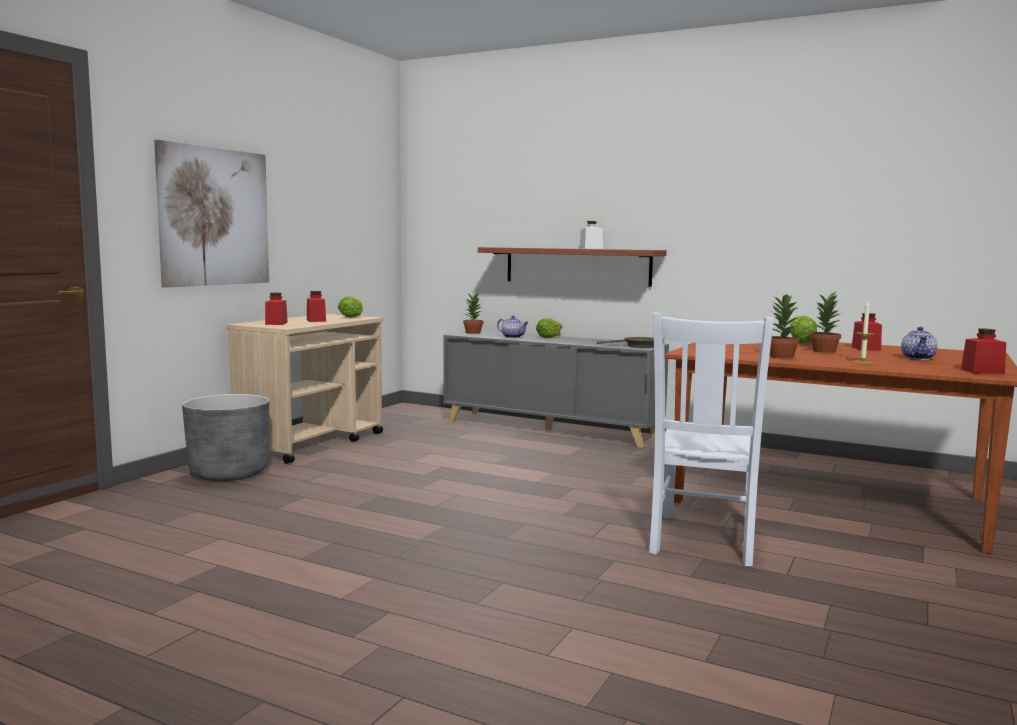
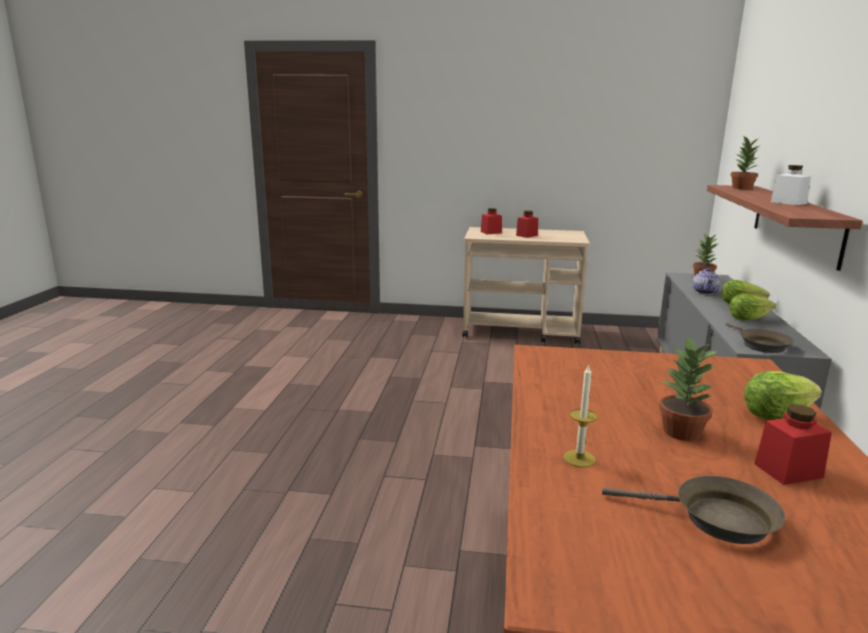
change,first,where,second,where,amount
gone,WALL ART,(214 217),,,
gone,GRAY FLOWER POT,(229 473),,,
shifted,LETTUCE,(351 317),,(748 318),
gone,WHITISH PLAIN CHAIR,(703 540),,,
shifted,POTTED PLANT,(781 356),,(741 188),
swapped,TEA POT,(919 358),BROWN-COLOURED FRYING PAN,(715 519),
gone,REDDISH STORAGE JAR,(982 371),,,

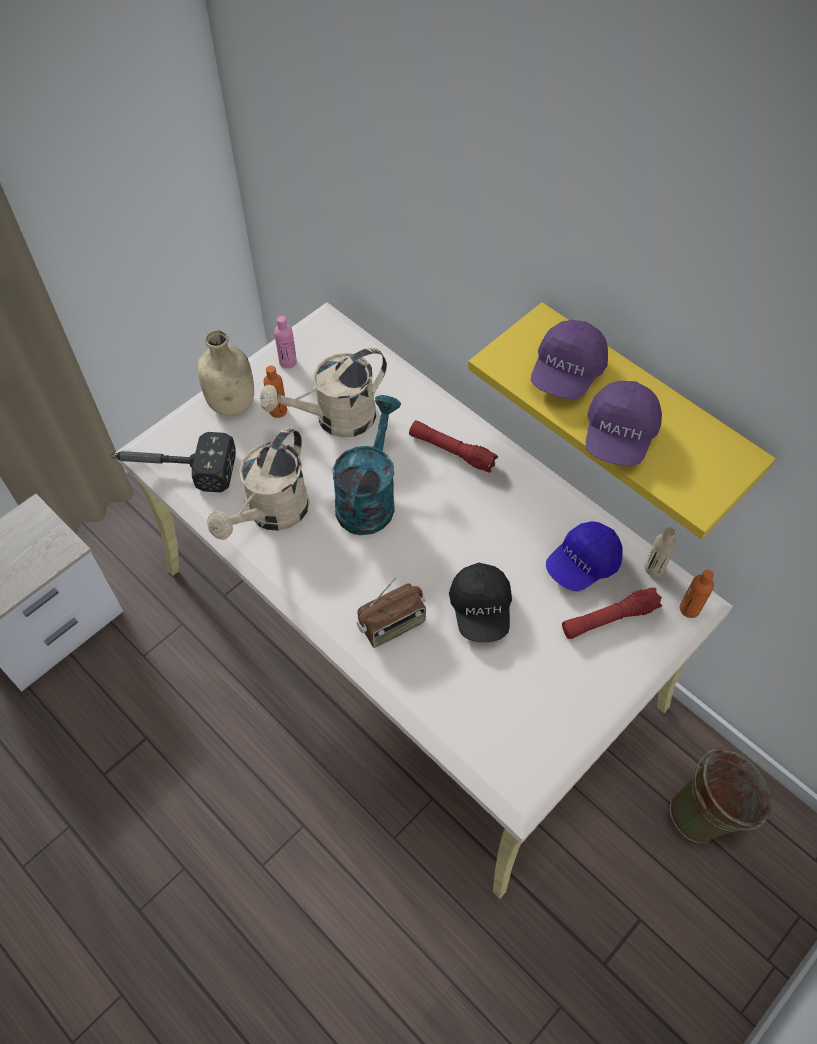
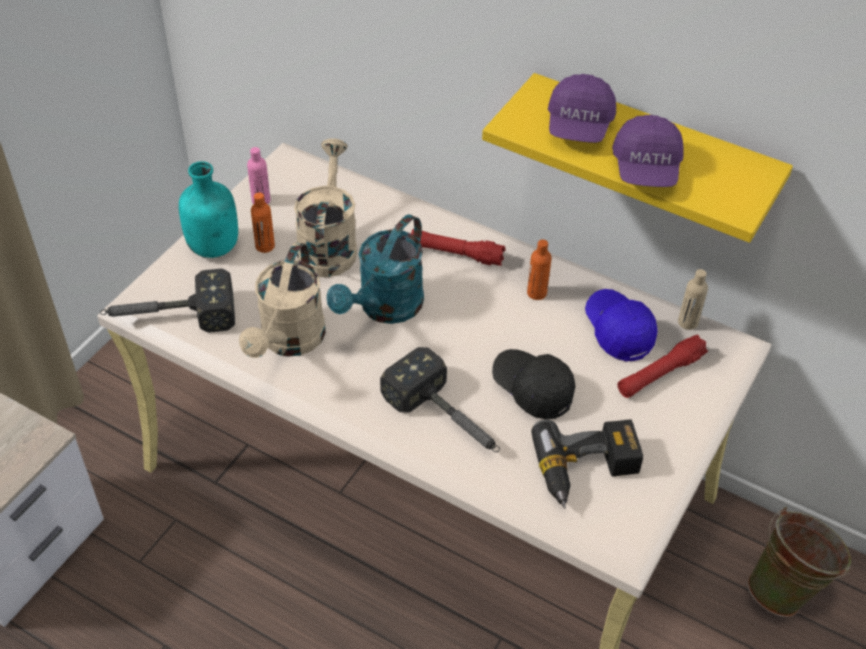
change,first,where,second,where,amount
repainted,BEIGE-COLOURED BEVERAGE BOTTLE,(233 403),TURQUOISE BEVERAGE BOTTLE,(215 247),
rotated,BEIGE-COLOURED WATERING POT,(335 420),,(328 245),135 degrees clockwise
rotated,TURQUOISE WATERING POT,(368 497),,(385 309),150 degrees counterclockwise
swapped,RADIO SET,(392 625),HAND HAMMER,(448 420),
rotated,BLACK-COLOURED BASEBALL CAP,(481 610),,(532 390),150 degrees clockwise
rotated,BLUISH BASEBALL CAP,(582 564),,(618 331),120 degrees clockwise
shifted,ORANGE-COLOURED BEVERAGE BOTTLE,(689 609),,(536 293),
new,,,POWER DRILL,(587 471),

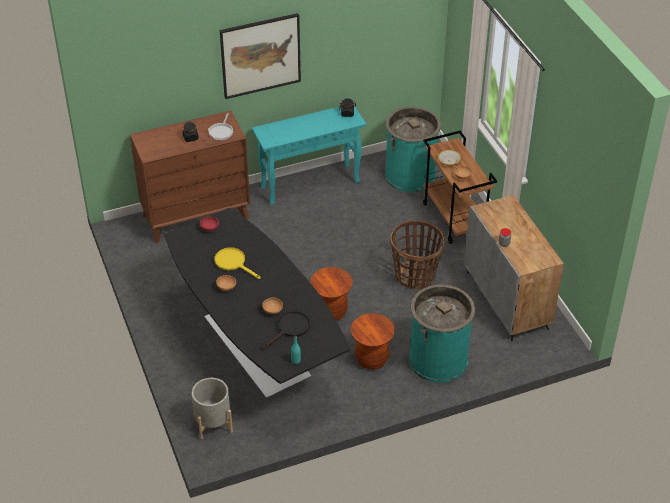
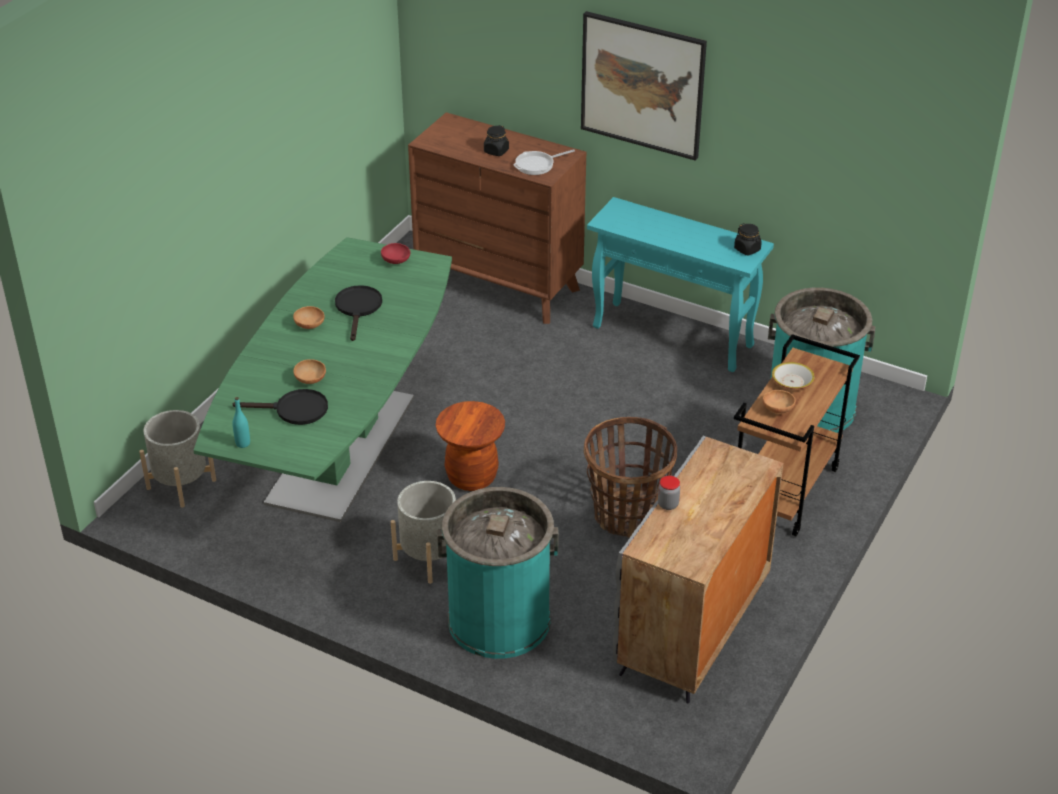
change,first,where,second,where,amount
repainted,BLACK-COLOURED DINNER TABLE,(257 347),GREEN DINNER TABLE,(341 450),
repainted,YELLOWISH FRYING PAN,(233 263),BLACK-COLOURED FRYING PAN,(358 309),
swapped,BROWN-COLOURED STOOL,(371 359),GRAY FLOWER POT,(429 557),

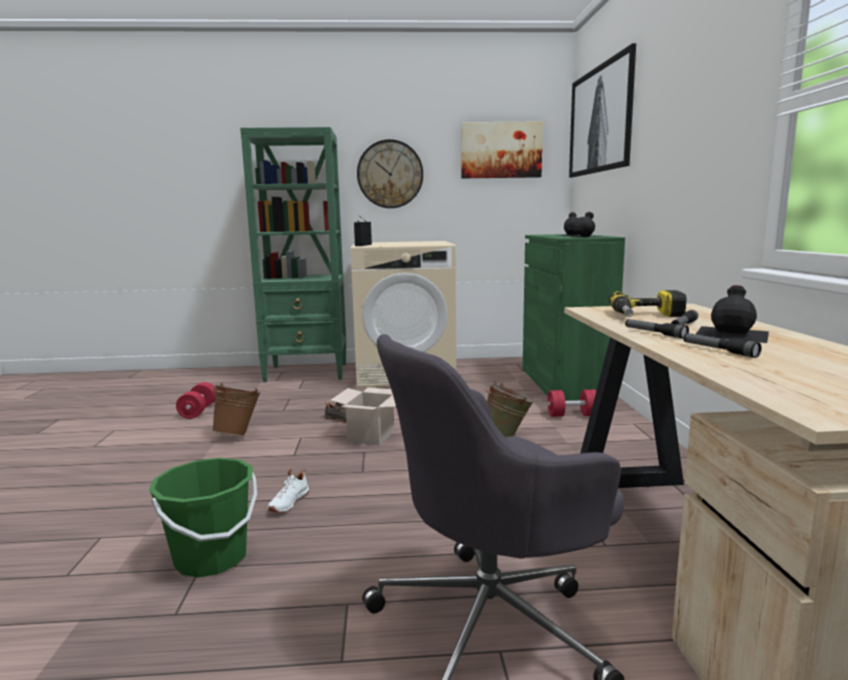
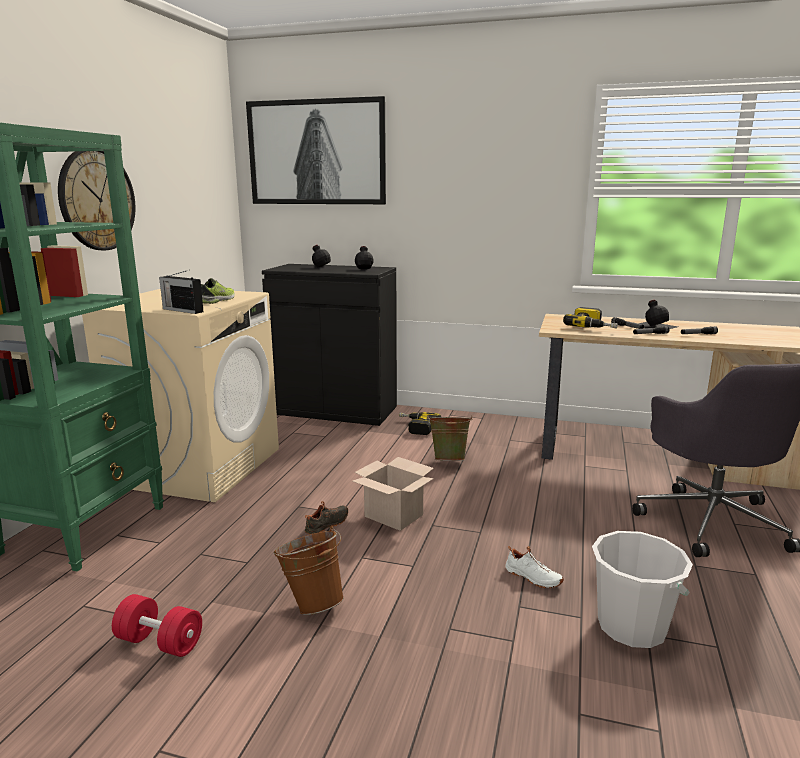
change,first,where,second,where,amount
repainted,GREEN PAIL,(211 558),WHITISH PAIL,(632 627),
gone,WALL ART,(501 150),,,
repainted,GREEN CUPBOARD,(564 383),BLACK-COLOURED CUPBOARD,(335 410),
swapped,REDDISH HAND WEIGHT,(572 415),POWER DRILL,(416 427),
new,,,ITEM OF FOOTWEAR,(217 300),

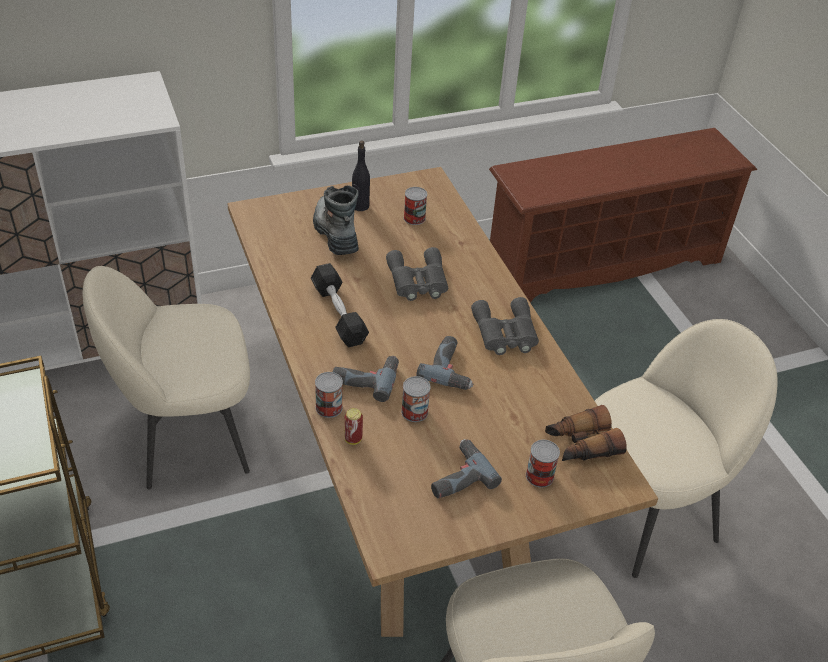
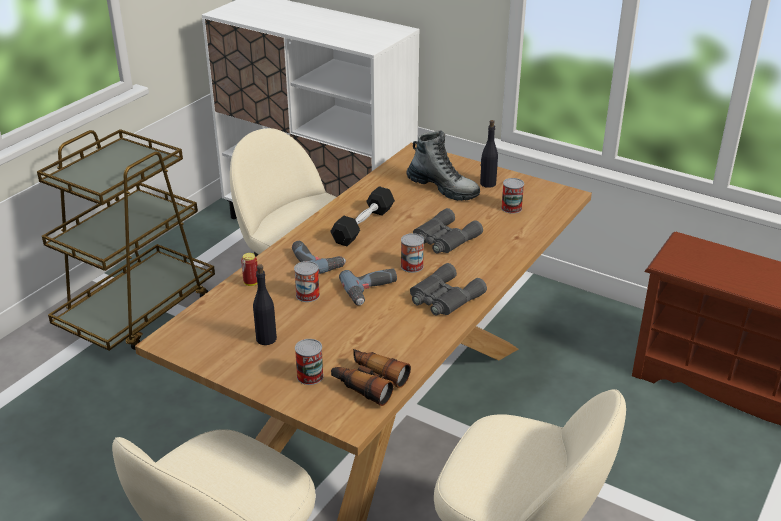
change,first,where,second,where,amount
rotated,BOOT,(335 233),,(443 188),90 degrees clockwise
shifted,CAN,(329 407),,(412 266),
swapped,POWER DRILL,(457 475),BLACK-COLOURED BEVERAGE BOTTLE,(266 339),

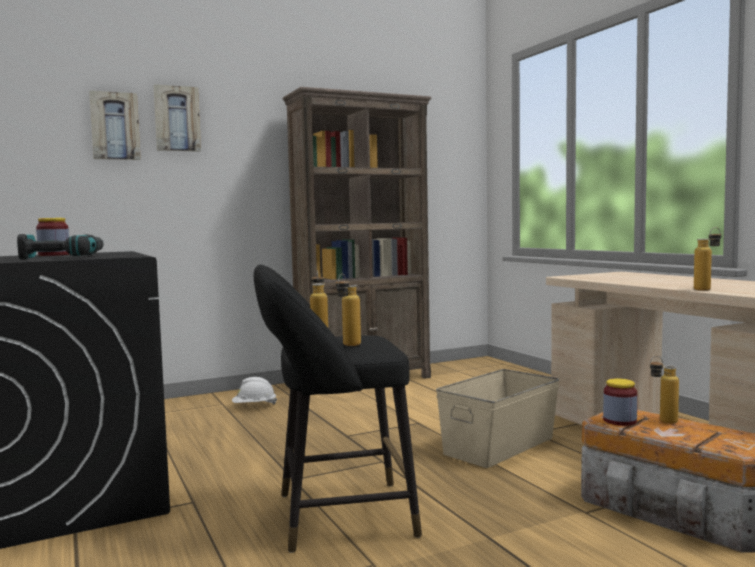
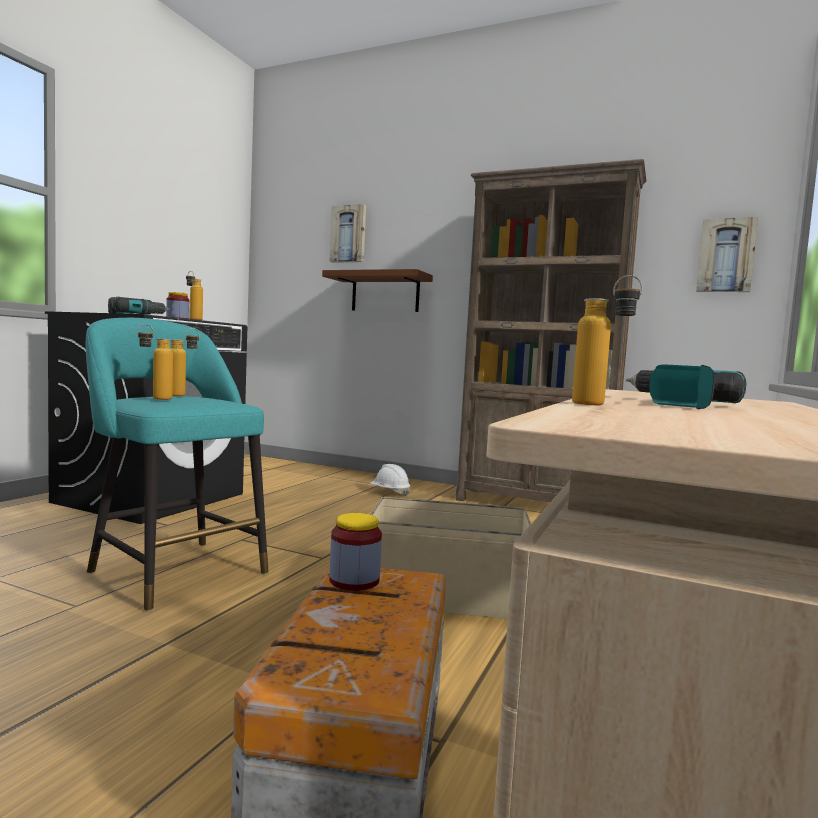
change,first,where,second,where,amount
shifted,WALL ART,(177 119),,(726 256),
repainted,BLACK-COLOURED STOOL,(336 516),TURQUOISE STOOL,(174 570),
shifted,BEVERAGE BOTTLE,(662 422),,(193 320),
new,,,BROWN-COLOURED BRACKET SHELF,(385 293),
new,,,POWER DRILL,(676 404),

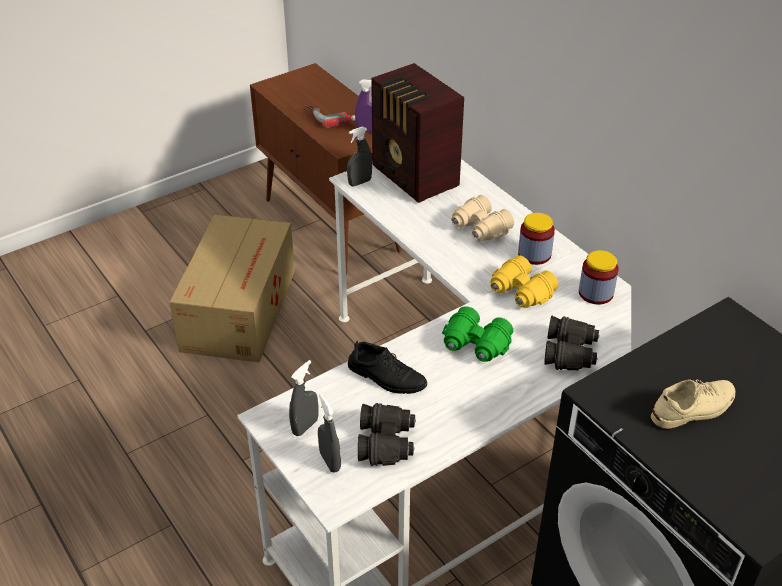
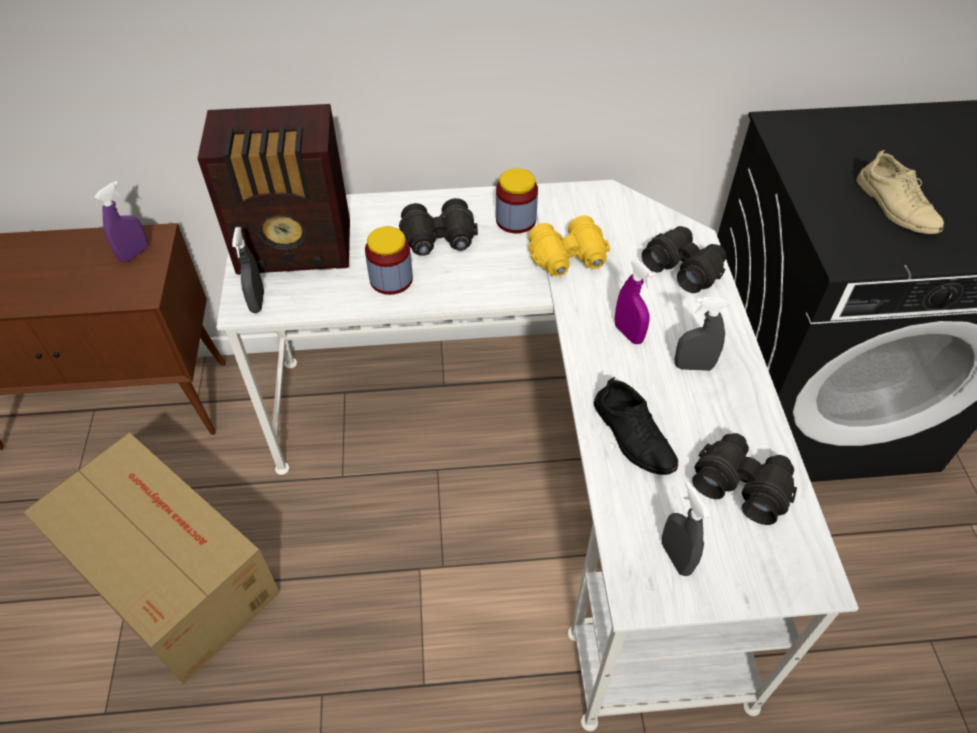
change,first,where,second,where,amount
gone,POWER DRILL,(332 116),,,
shifted,GRAY SPRAYER,(330 461),,(693 366),
rotated,BLACK-COLOURED ITEM OF FOOTWEAR,(386 377),,(633 435),90 degrees clockwise
swapped,GREEN FIELD GLASSES,(475 345),PURPLE SPRAYER,(628 333),
repainted,BEIGE-COLOURED FIELD GLASSES,(480 229),BLACK-COLOURED FIELD GLASSES,(439 240),
shifted,STORAGE JAR,(595 293),,(391 279),
rotated,BEIGE-COLOURED ITEM OF FOOTWEAR,(693 408),,(896 206),150 degrees clockwise

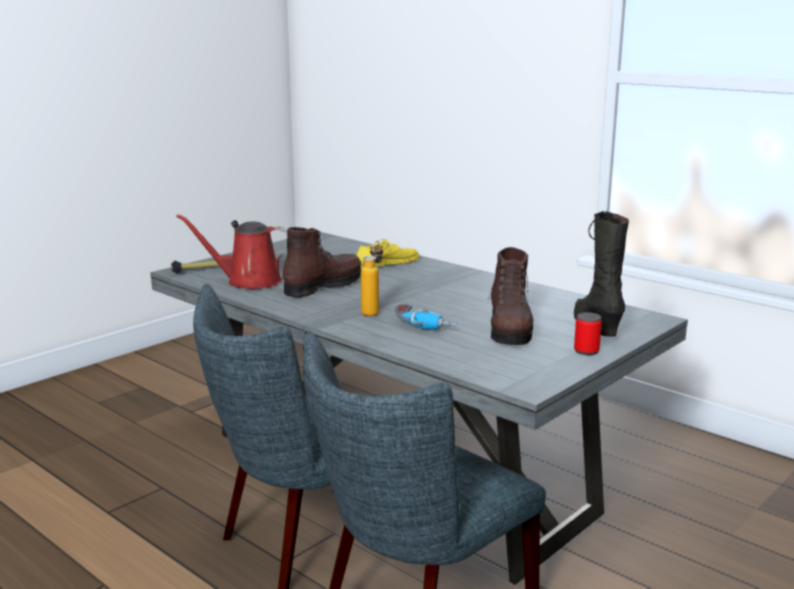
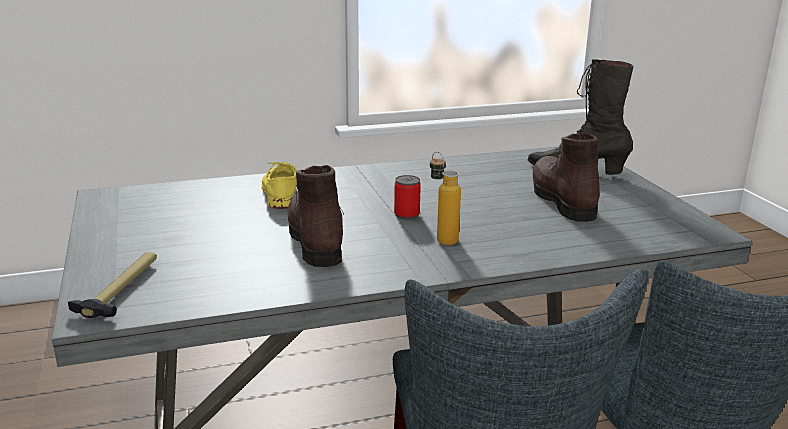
change,first,where,second,where,amount
gone,REDDISH WATERING POT,(248 281),,,
gone,POWER DRILL,(424 326),,,
rotated,BROWN-COLOURED BOOT,(510 331),,(561 200),135 degrees counterclockwise
shifted,CAN,(586 351),,(406 215),

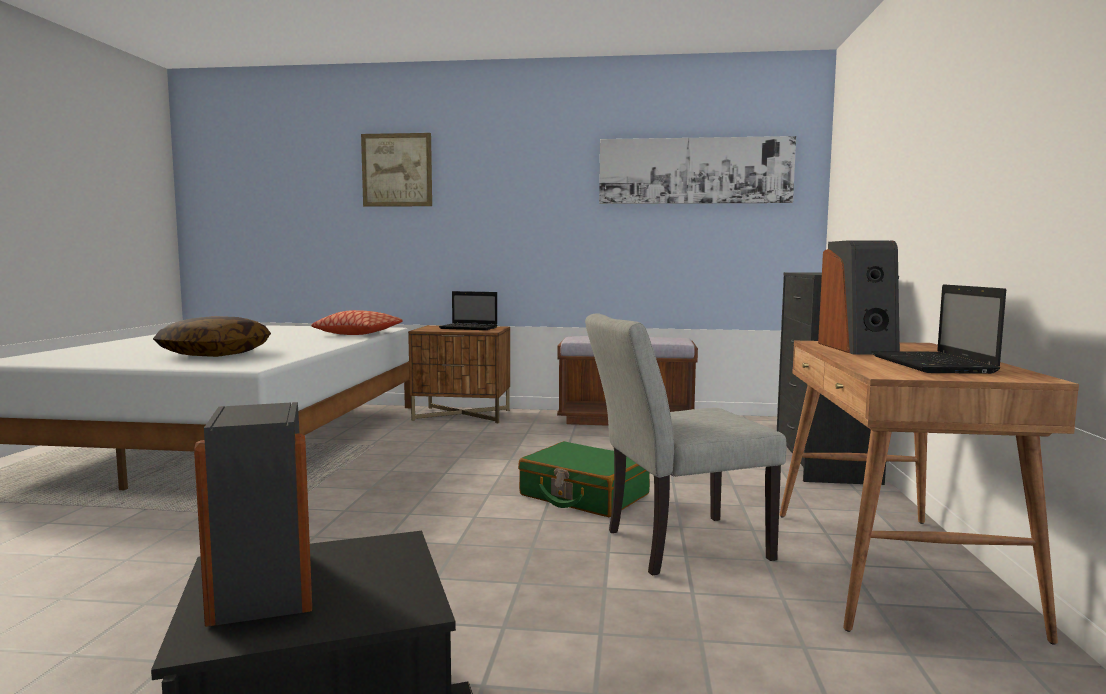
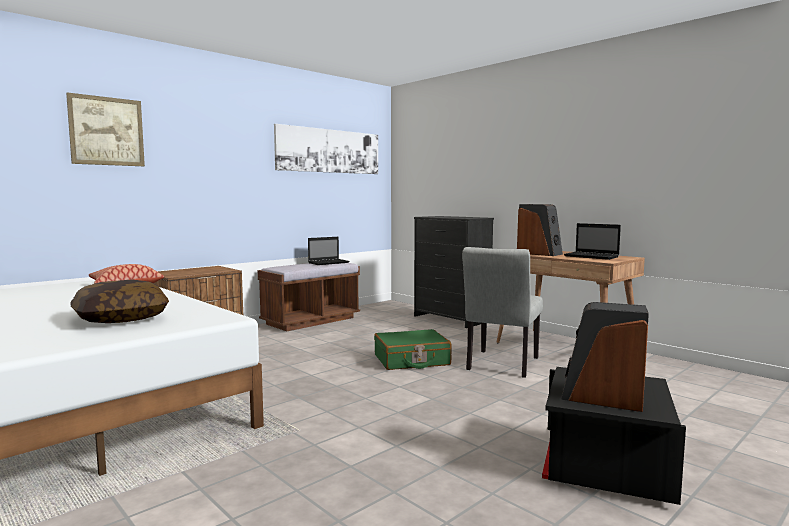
change,first,where,second,where,amount
shifted,NOTEBOOK COMPUTER,(470 328),,(329 262),

